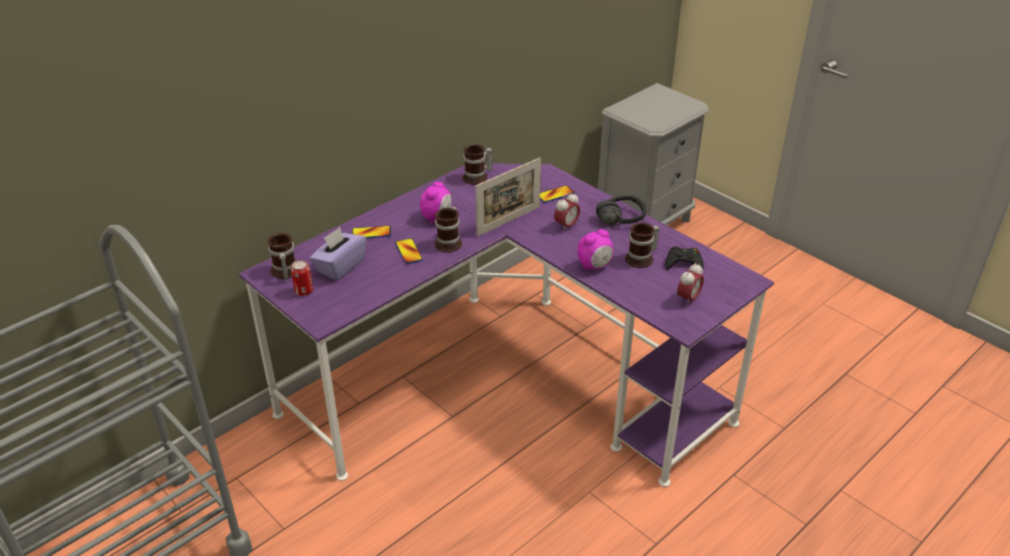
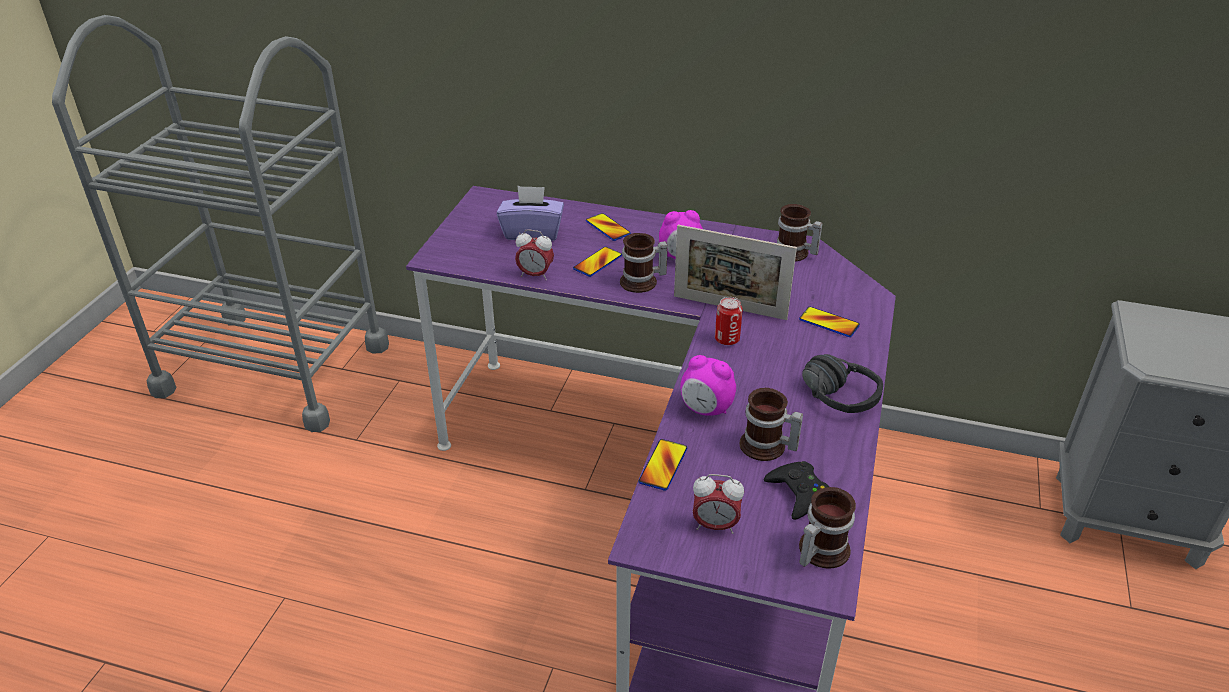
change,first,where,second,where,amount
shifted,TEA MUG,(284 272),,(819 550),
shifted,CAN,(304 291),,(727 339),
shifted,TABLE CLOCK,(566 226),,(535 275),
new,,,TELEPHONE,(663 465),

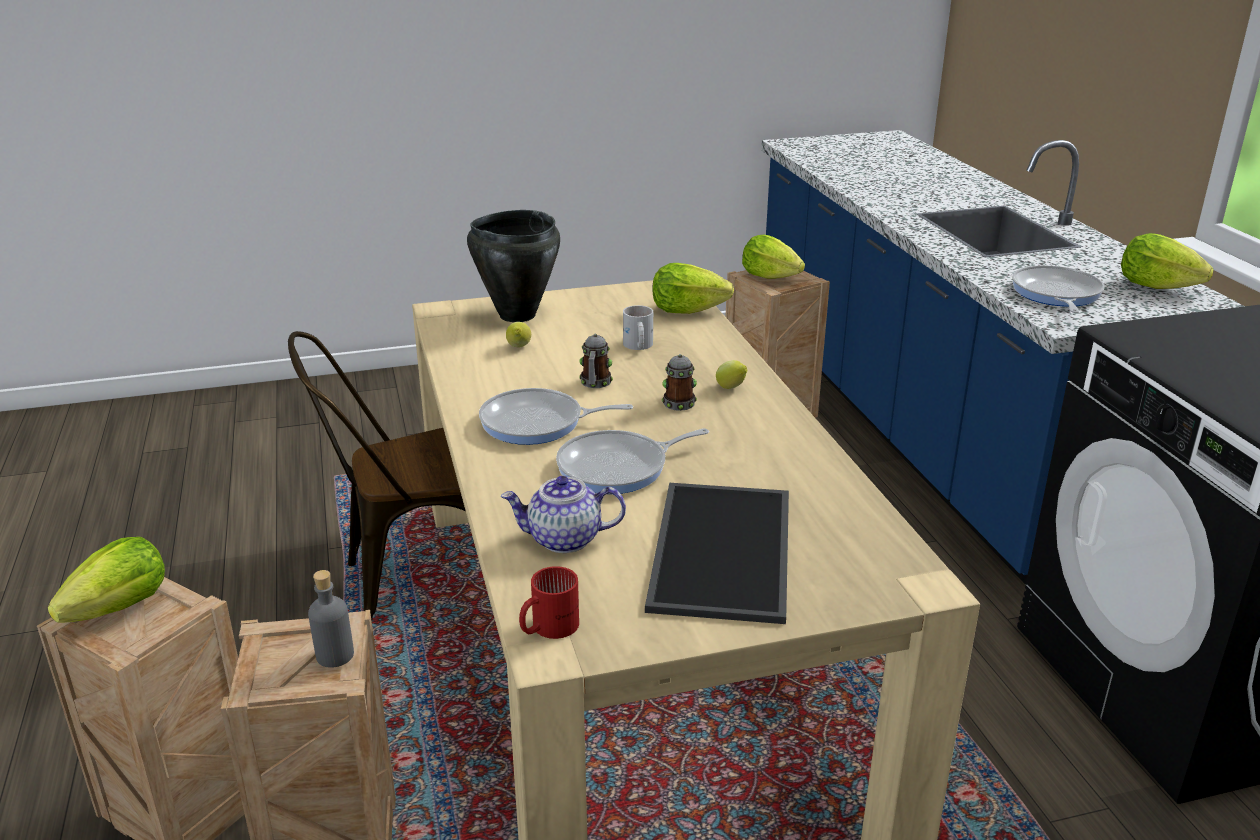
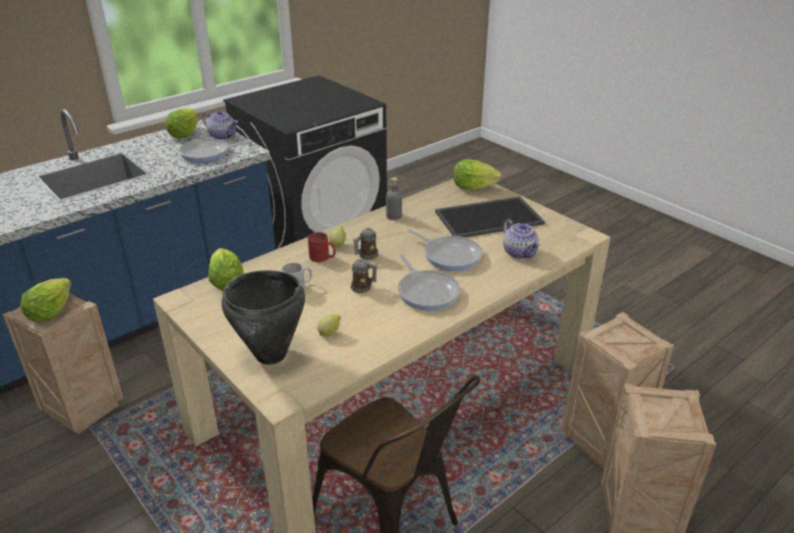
change,first,where,second,where,amount
shifted,LETTUCE,(120 608),,(473 187),
shifted,GRAY BEVERAGE BOTTLE,(335 655),,(394 216),
shifted,REDDISH TEA MUG,(547 627),,(322 258),
new,,,TEA POT,(223 136),

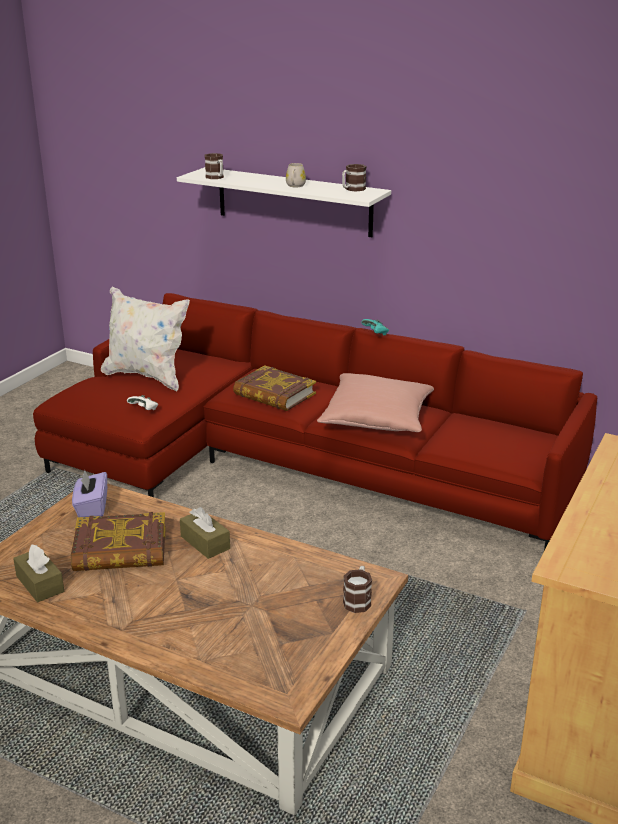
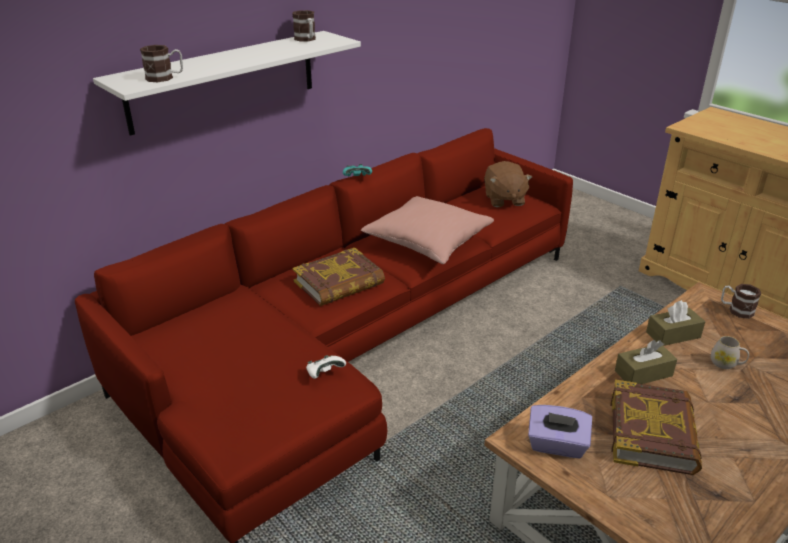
change,first,where,second,where,amount
shifted,BROWN-COLOURED TISSUE BOX,(40 584),,(673 335),
gone,WHITISH THROW PILLOW,(147 376),,,
shifted,WHITISH TEA MUG,(295 186),,(726 364),
new,,,BROWN-COLOURED CUDDLY TOY,(504 200),

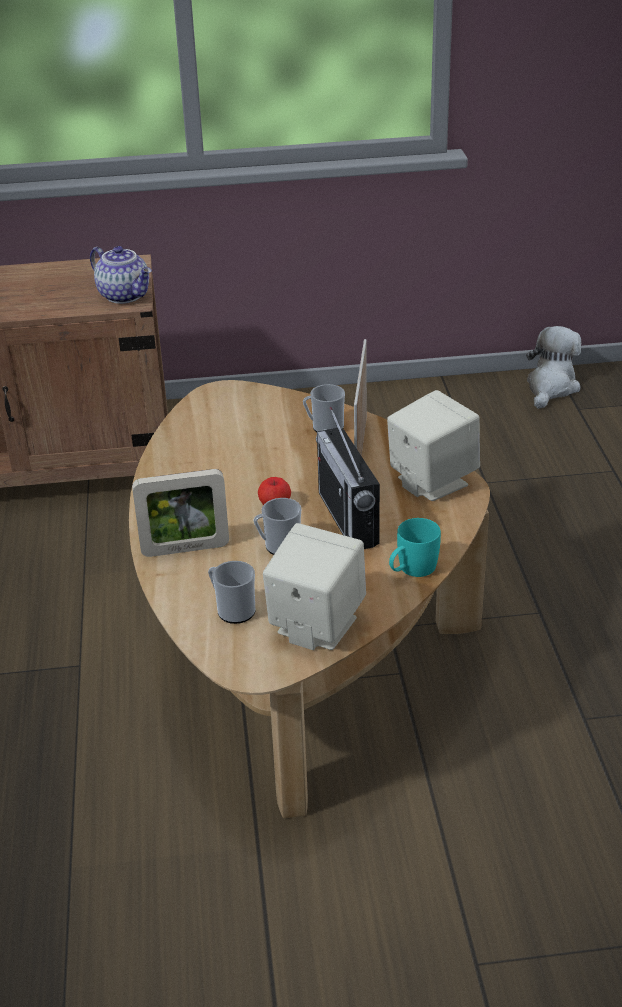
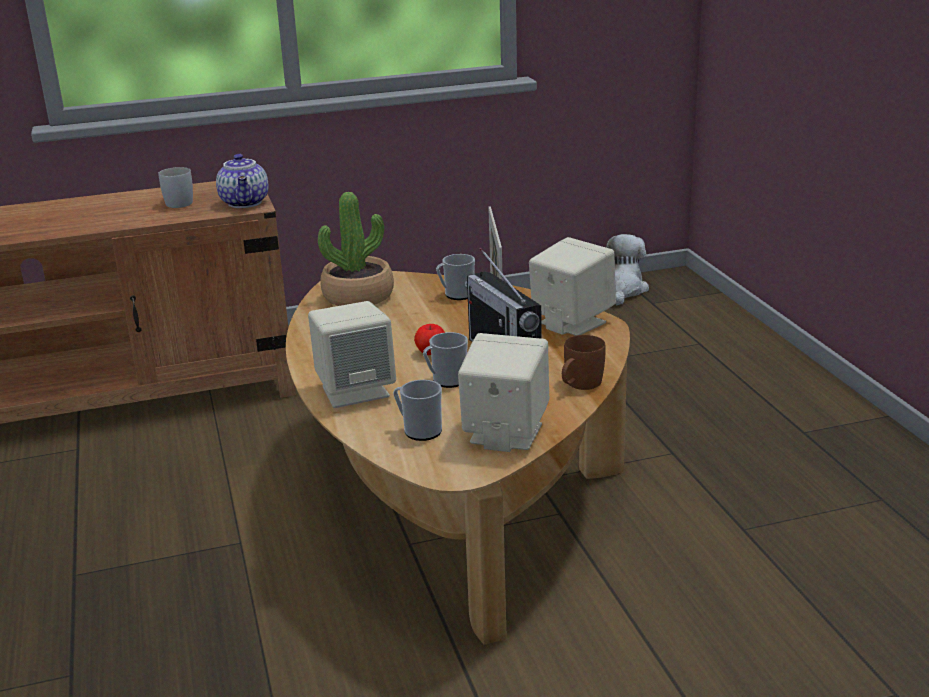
change,first,where,second,where,amount
rotated,TEA POT,(125 295),,(246 203),45 degrees clockwise
swapped,STANDING FRAME,(185 549),BEIGE-COLOURED AUDIO SPEAKER,(355 391),
repainted,TURQUOISE TEA MUG,(411 570),BROWN-COLOURED TEA MUG,(579 385),
new,,,WHITISH TEA MUG,(177 202),
new,,,POTTED PLANT,(358 296),

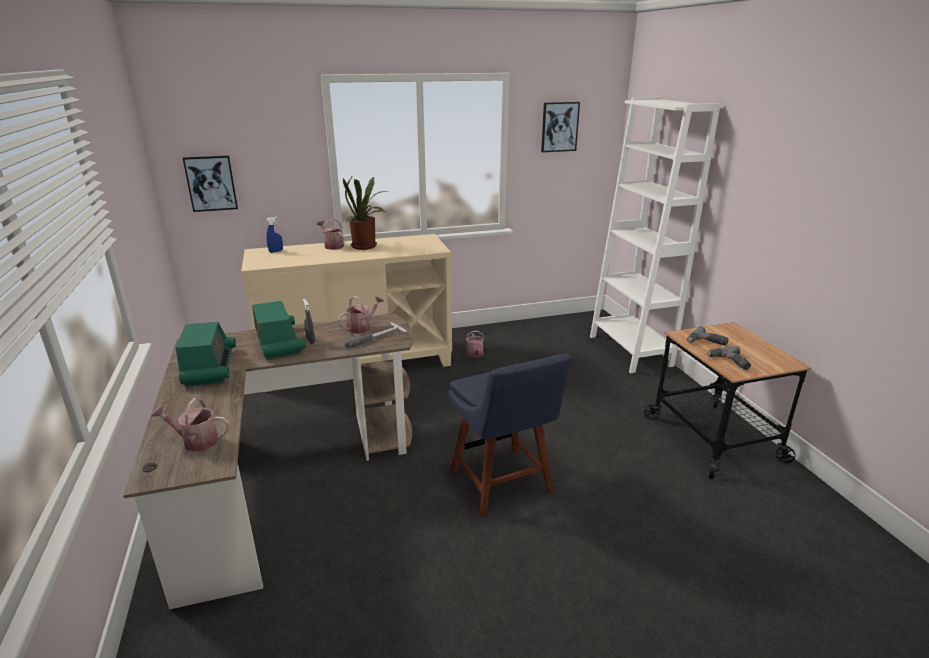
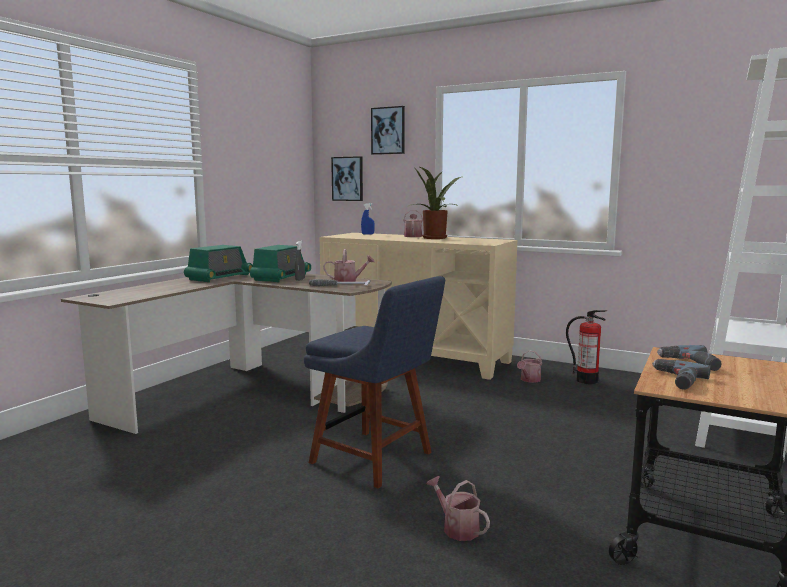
change,first,where,second,where,amount
shifted,WATERING POT,(196 441),,(457 528),
rotated,BLUISH PLAIN CHAIR,(503 484),,(376 459),75 degrees counterclockwise
shifted,WALL ART,(559 127),,(388 130),
new,,,FIRE-FIGHTING CYLINDER,(586 380),

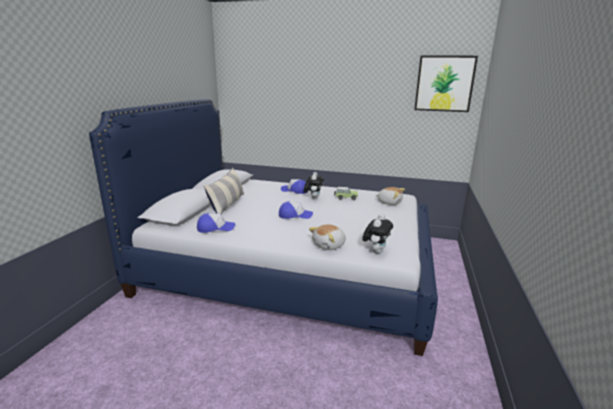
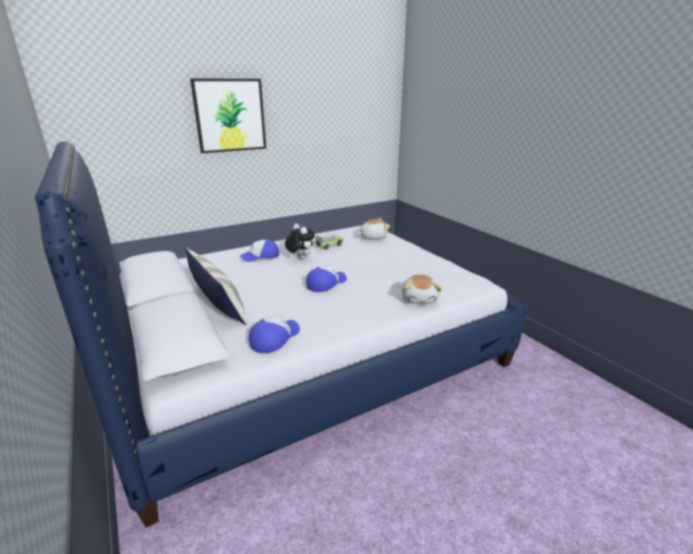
change,first,where,second,where,amount
gone,CUDDLY TOY,(376 251),,,
shifted,WALL ART,(444 83),,(230 115),

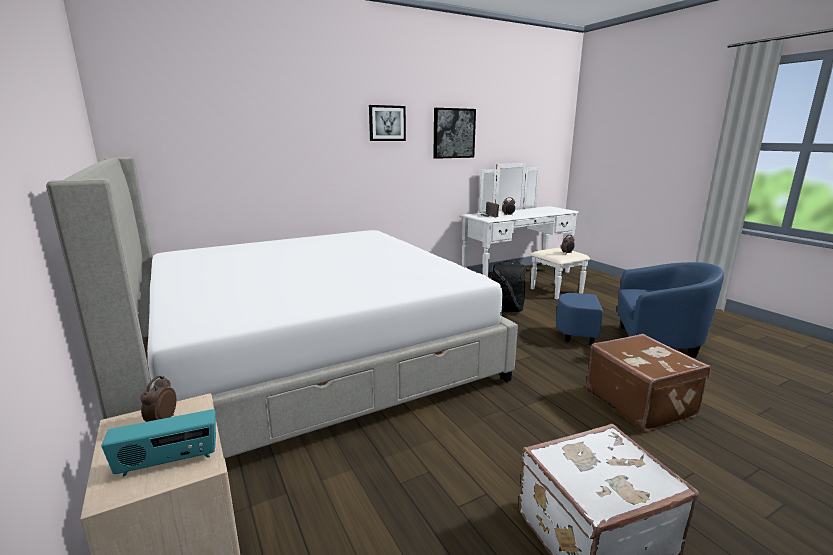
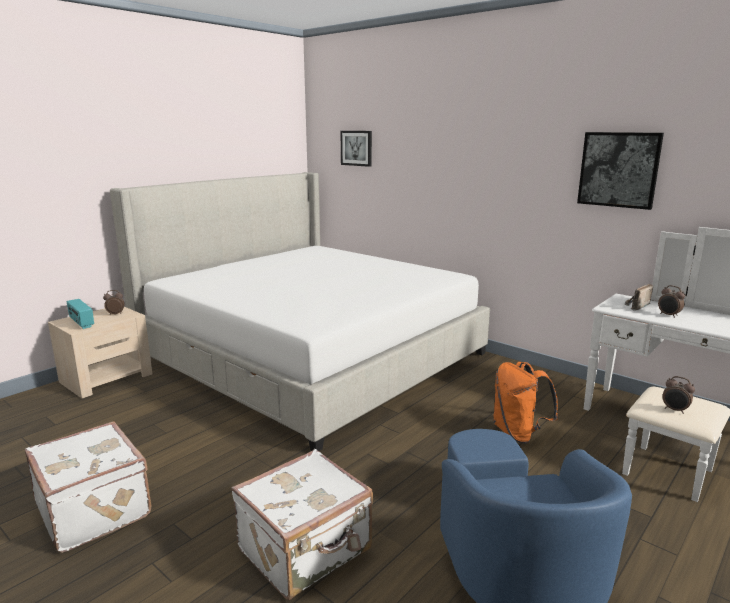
change,first,where,second,where,amount
shifted,WALL ART,(387 123),,(356 148),
repainted,BLACK-COLOURED RUCKSACK,(506 310),ORANGE-COLOURED RUCKSACK,(518 433),
repainted,BROWN-COLOURED SUITCASE,(640 403),WHITISH SUITCASE,(306 550),

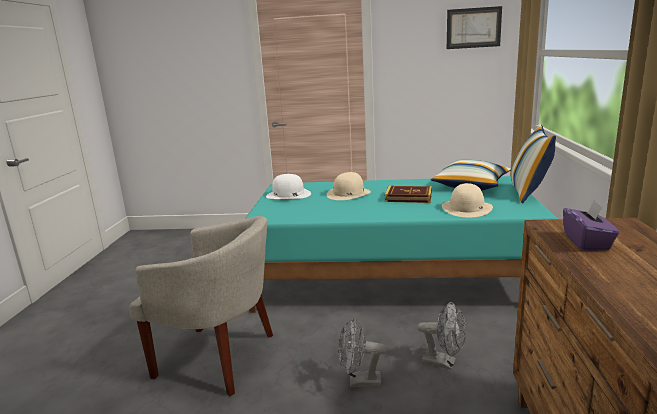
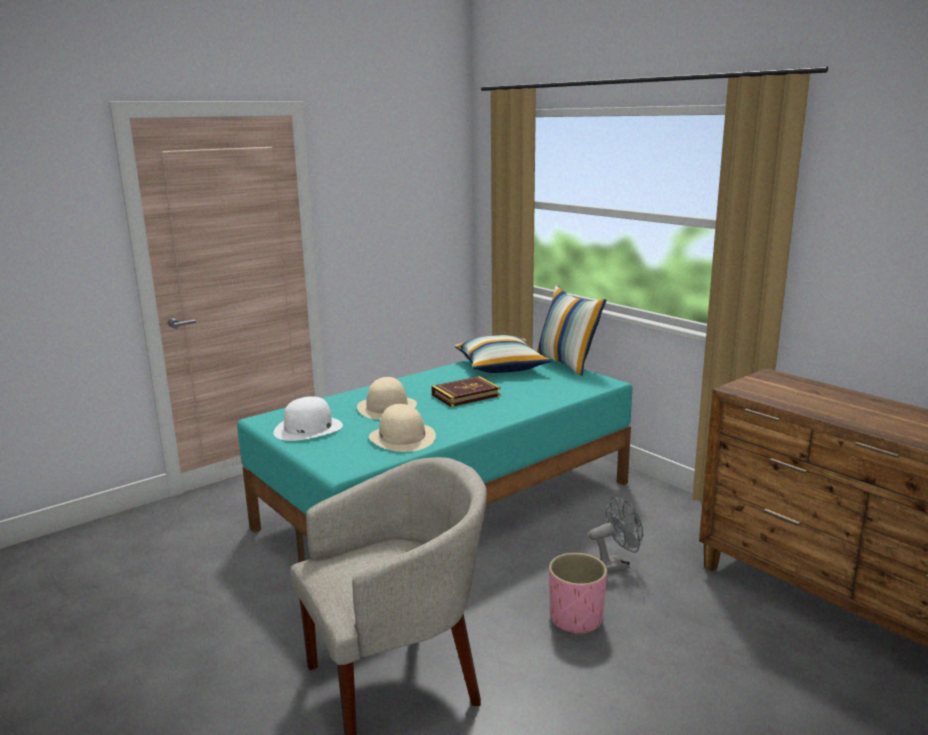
change,first,where,second,where,amount
swapped,GRAY ELECTRIC FAN,(359 382),PINKISH FLOWER POT,(576 619),
shifted,BEIGE-COLOURED WEARABLE HAT,(467 208),,(402 437),
gone,WALL ART,(473 28),,,
gone,PURPLE TISSUE BOX,(587 242),,,

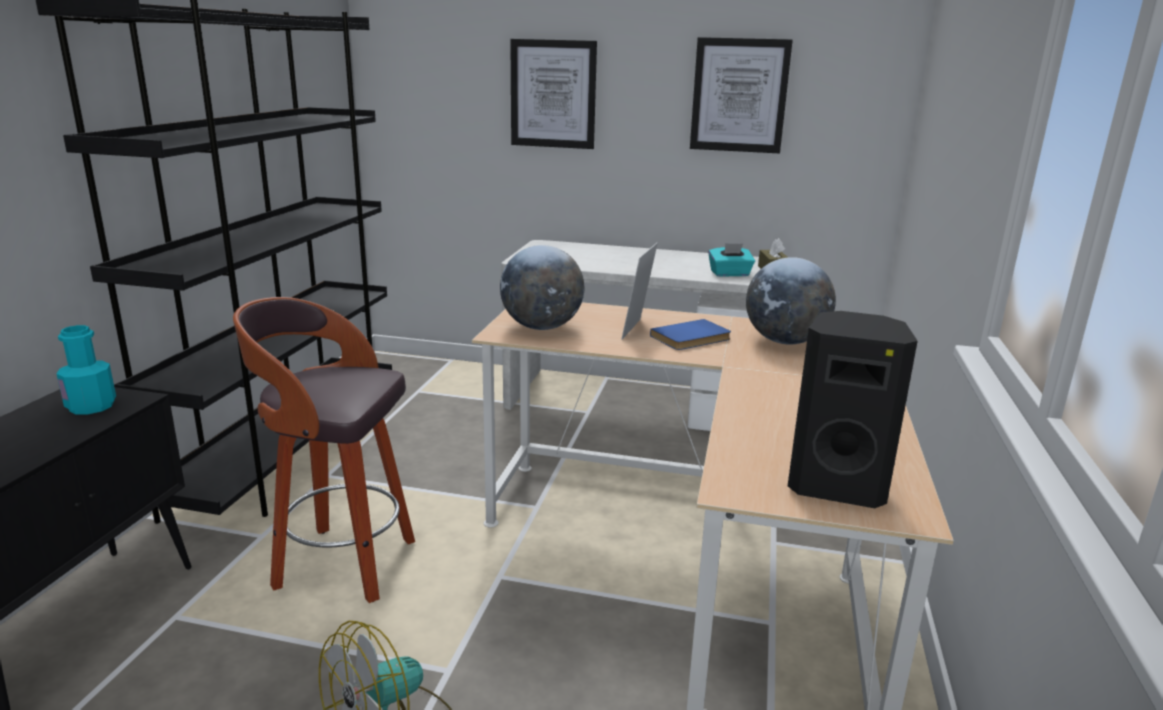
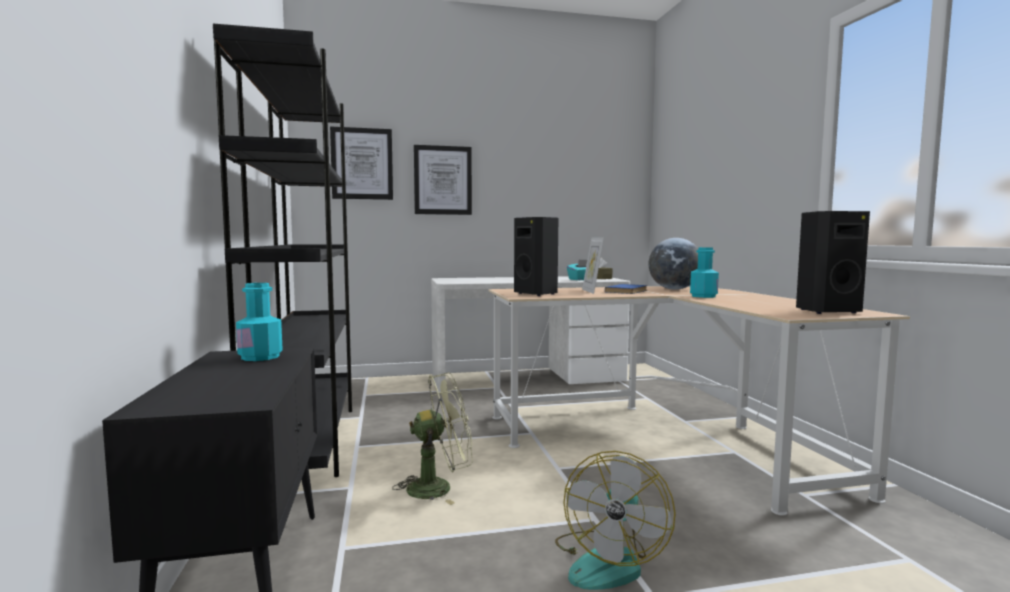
change,first,where,second,where,amount
swapped,STOOL,(341 564),GREEN ELECTRIC FAN,(439 487),
swapped,DESK GLOBE,(542 327),BLACK-COLOURED AUDIO SPEAKER,(537 294),
shifted,WALL ART,(739 95),,(362 164),
new,,,TURQUOISE BEVERAGE BOTTLE,(703 296),

